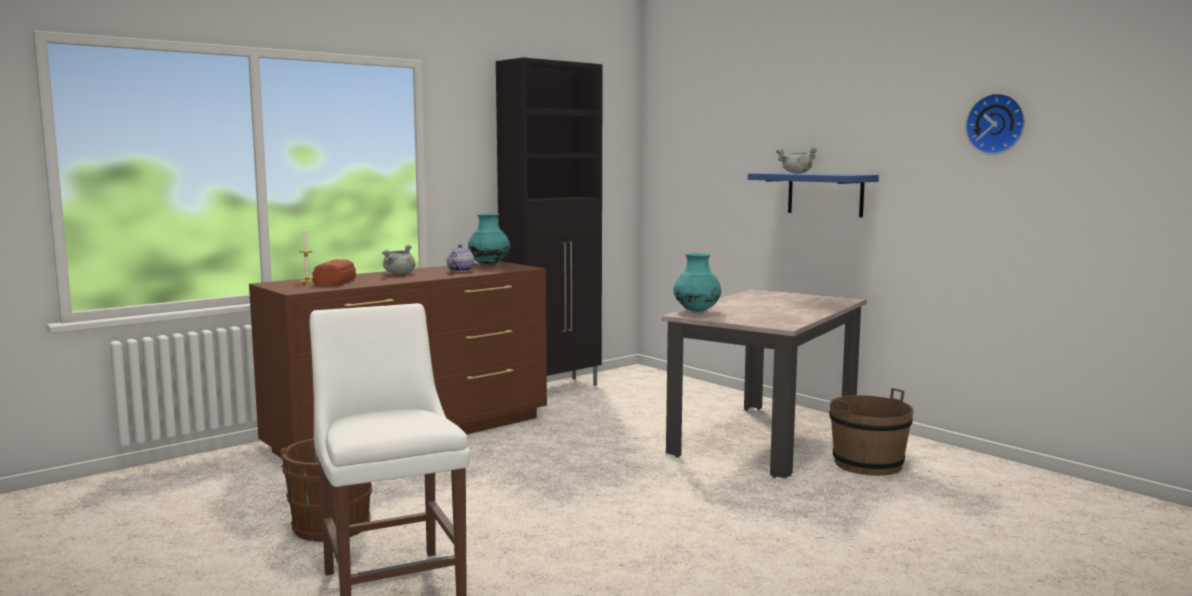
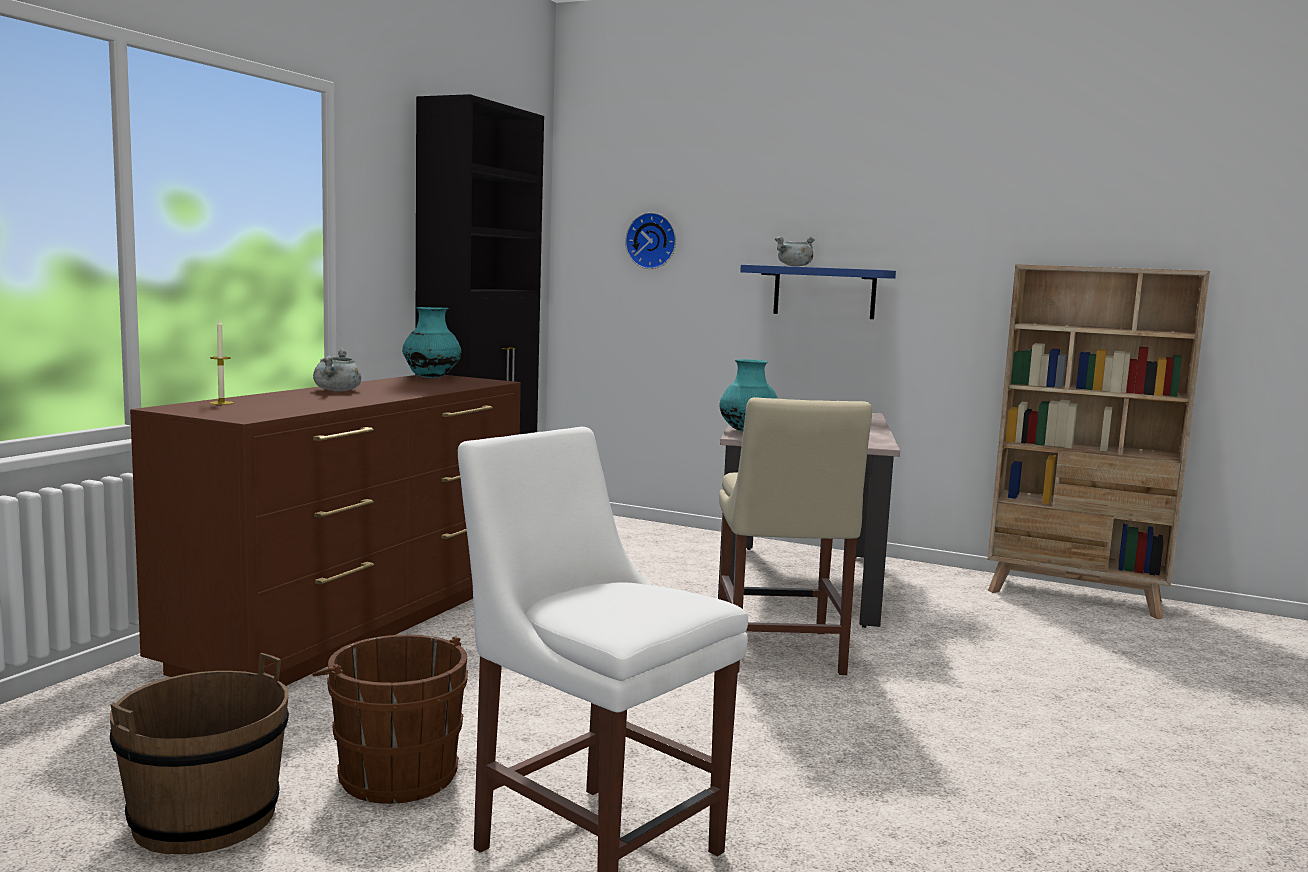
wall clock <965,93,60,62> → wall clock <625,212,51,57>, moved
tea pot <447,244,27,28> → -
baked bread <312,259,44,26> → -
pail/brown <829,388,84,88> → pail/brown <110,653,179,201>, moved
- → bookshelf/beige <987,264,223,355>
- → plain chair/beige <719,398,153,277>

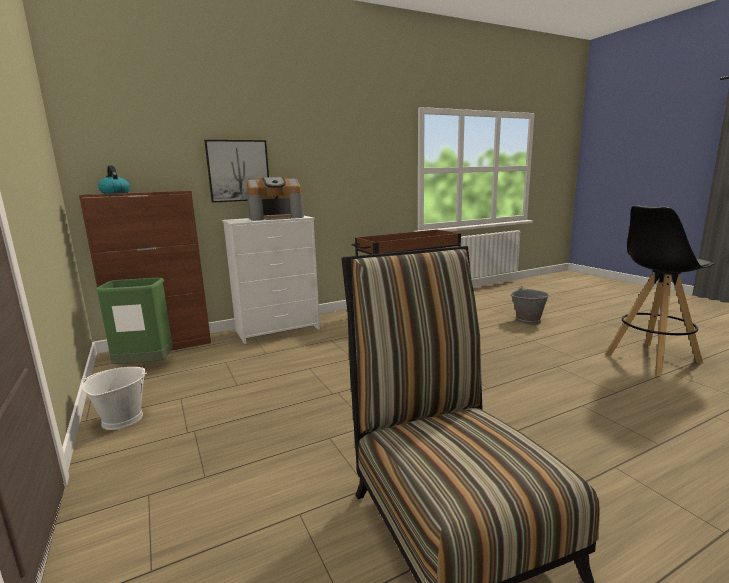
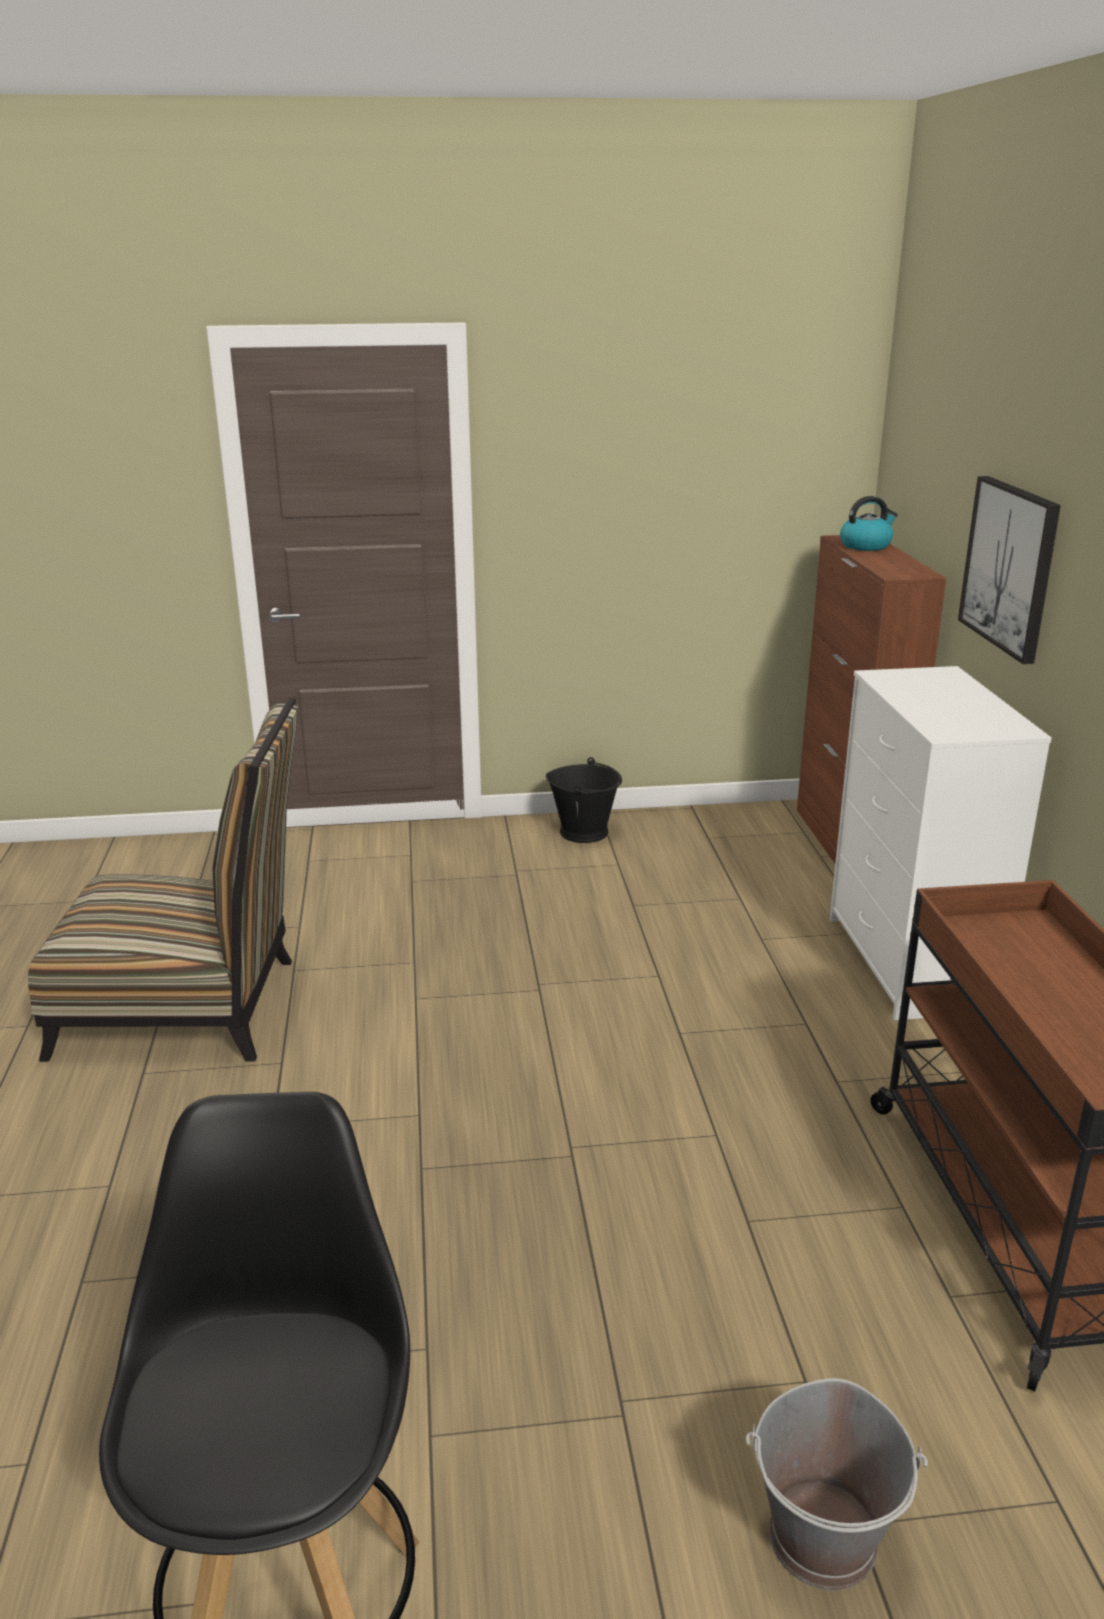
coffee machine <247,177,57,44> → -
trash can/green <95,278,78,86> → -
pail/white-coloured <82,367,65,63> → pail/black-coloured <546,757,76,86>

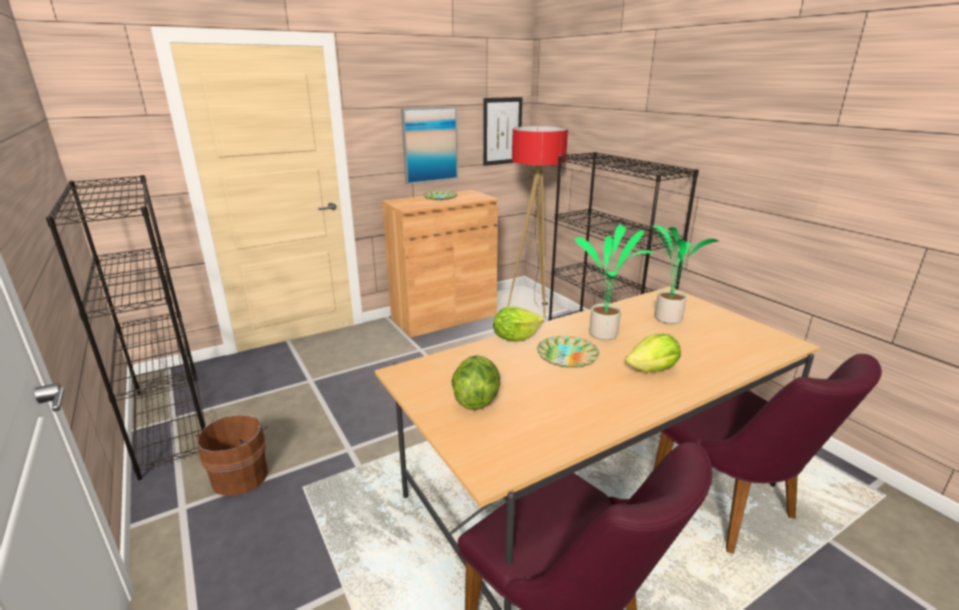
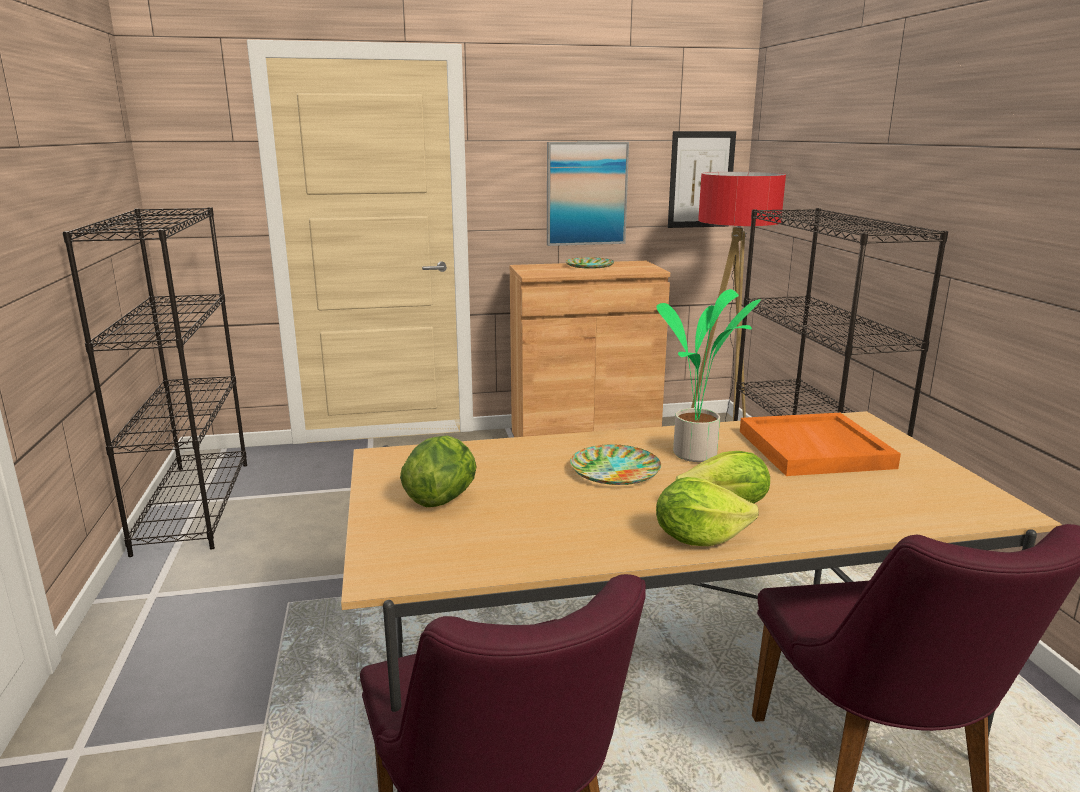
houseplant <649,225,70,99> → tray/orange-coloured <740,413,161,63>
lettuce <493,306,51,36> → lettuce <656,477,103,69>, moved
pail/brown <195,415,73,81> → -

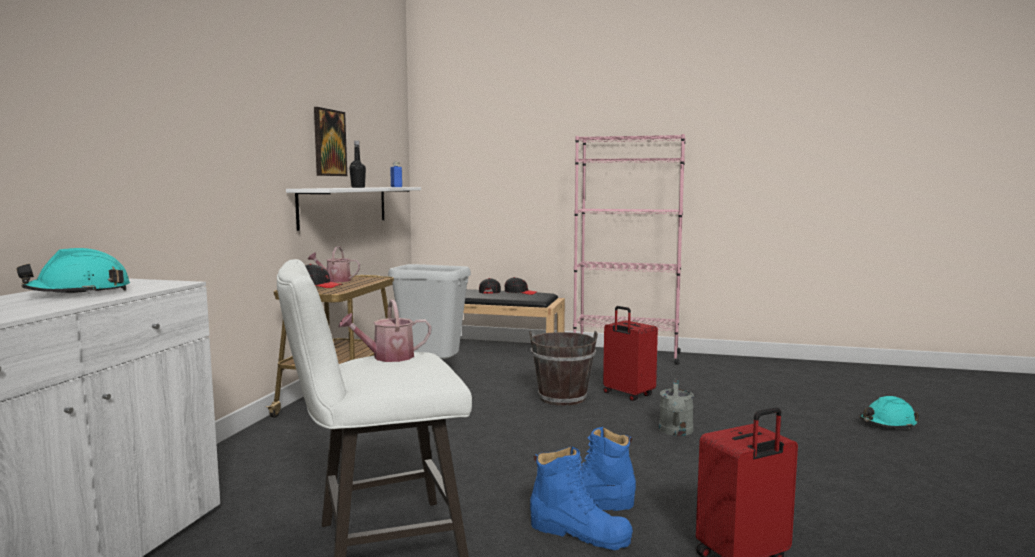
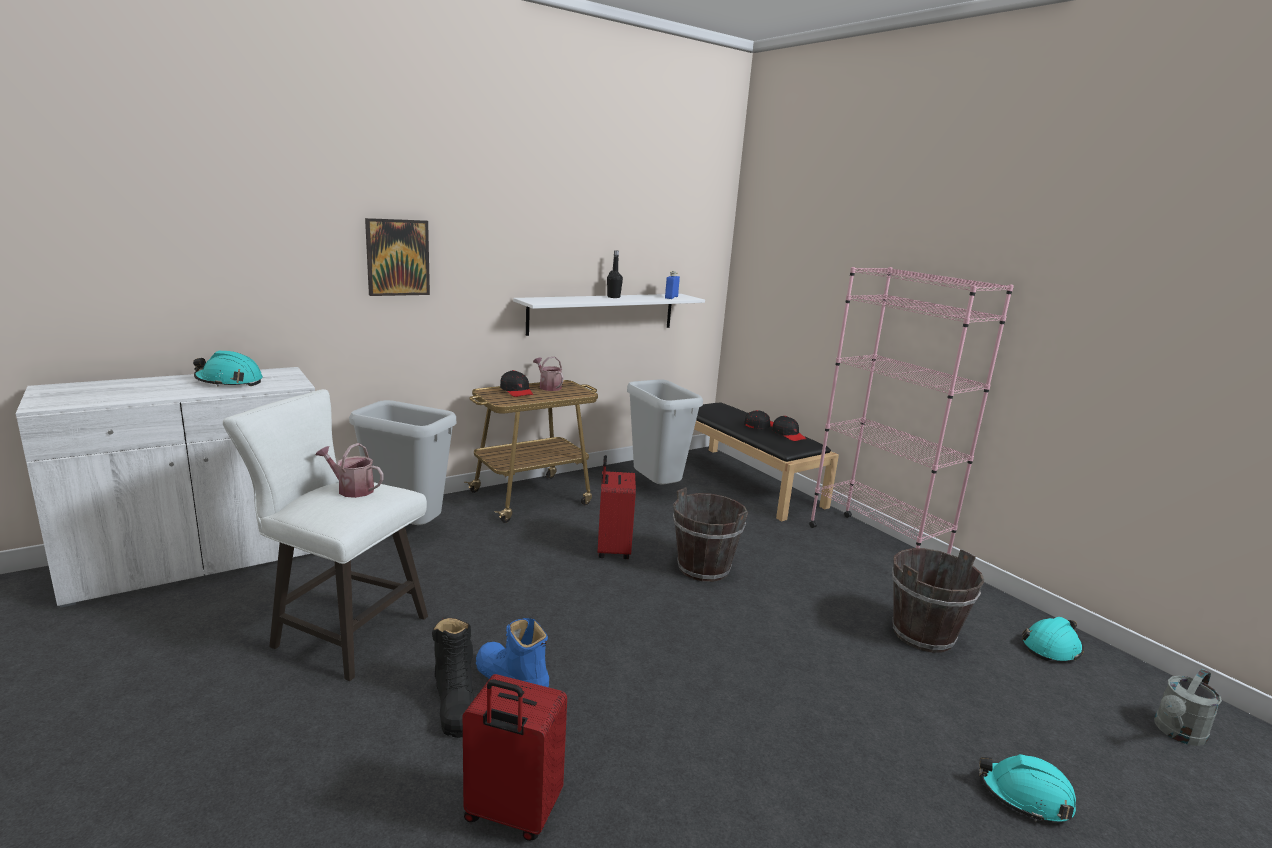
wall art <314,107,33,69> → wall art <365,218,65,78>, moved
piece of luggage/red <603,306,55,95> → piece of luggage/red <597,455,39,104>, moved
watering pot/grey <659,379,35,57> → watering pot/grey <1154,669,68,77>, moved
boot/blue <530,446,103,104> → boot/black-coloured <432,617,43,121>
- → trash can/grey <349,400,107,125>
- → pail/brown <892,548,93,104>
- → safety helmet/turquoise <1022,617,62,44>

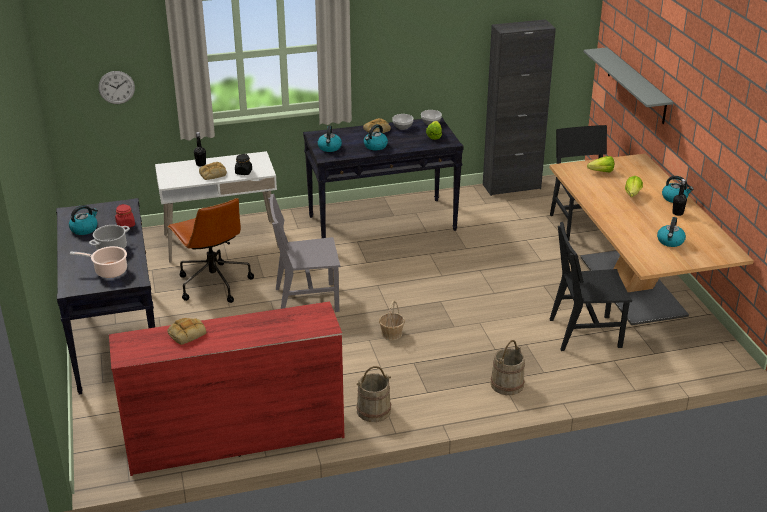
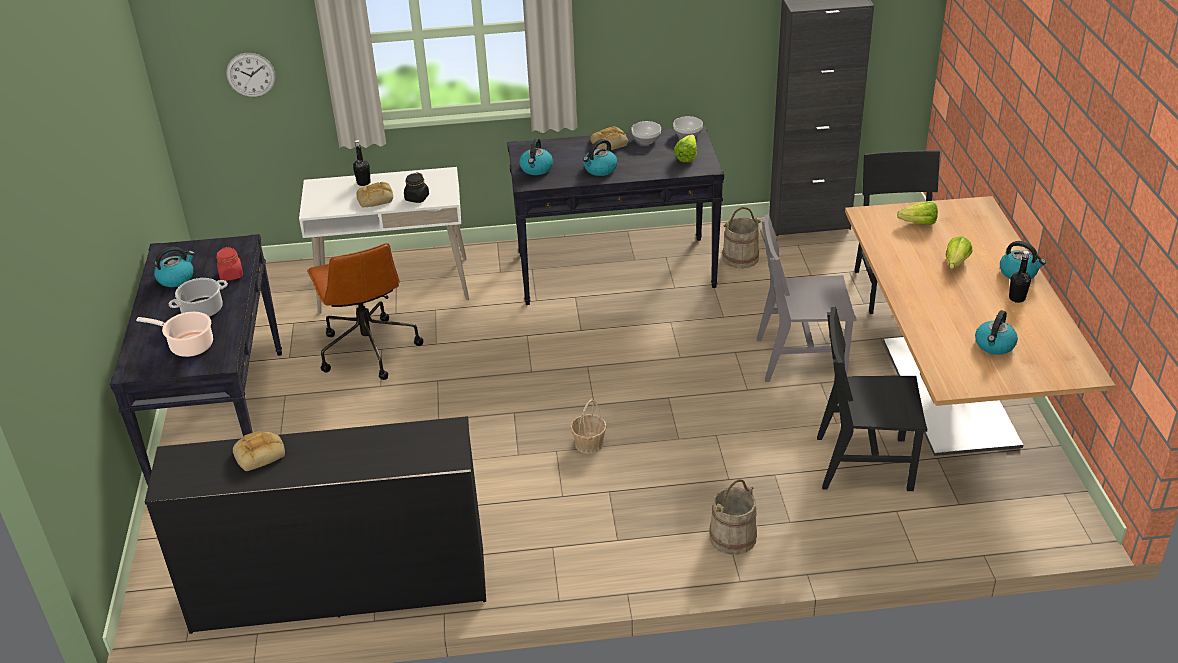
shelf/grey <583,47,90,77> → -
plain chair/grey <268,194,72,118> → plain chair/grey <757,214,100,168>, moved
chest of drawers/red <109,301,235,175> → chest of drawers/black-coloured <145,416,341,218>
pail/beige <356,366,35,56> → pail/beige <722,207,39,61>, moved

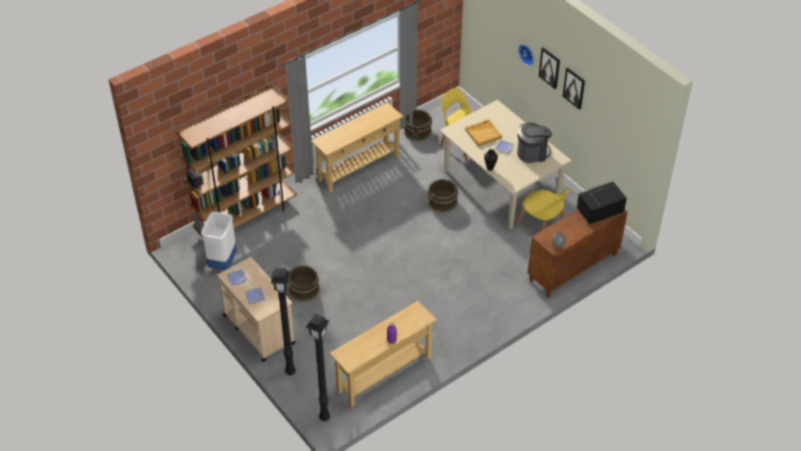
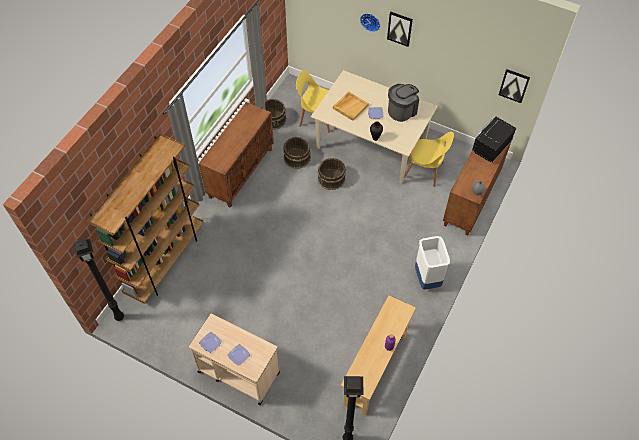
wall art <563,68,22,42> → wall art <499,69,31,34>, moved
console table/beige <311,102,92,90> → storage cabinet/brown <199,102,75,106>
trash can/white-coloured <201,212,36,58> → trash can/white-coloured <415,236,35,54>, moved
pail/brown <288,265,32,37> → pail/brown <283,137,28,31>, moved
standard lamp/black-coloured <271,268,25,107> → standard lamp/black-coloured <73,238,51,83>, moved

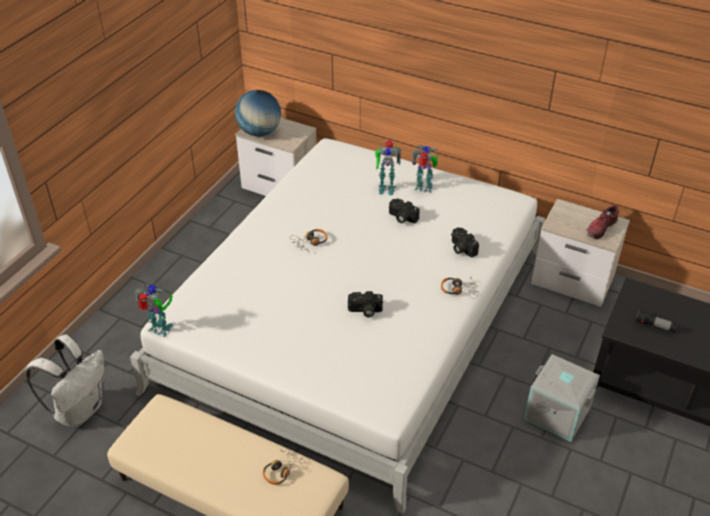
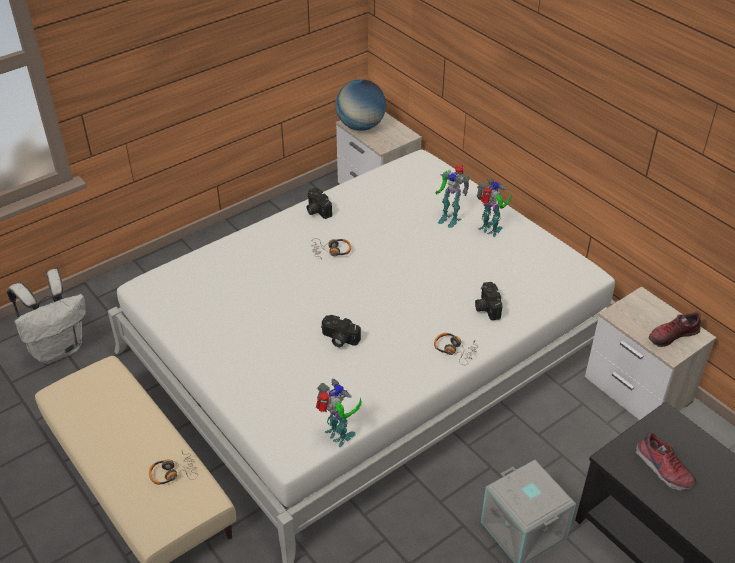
photo camera <389,198,31,25> → photo camera <307,188,25,31>, moved
model robot <134,283,39,54> → model robot <316,378,45,69>, moved
torch <635,309,43,24> → shoe <636,433,60,58>

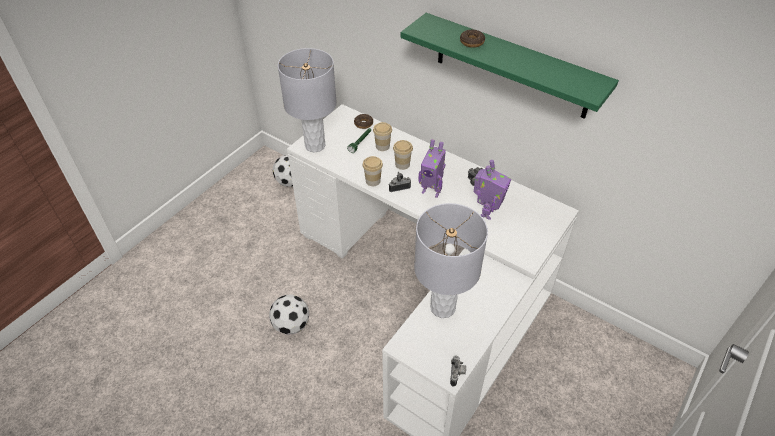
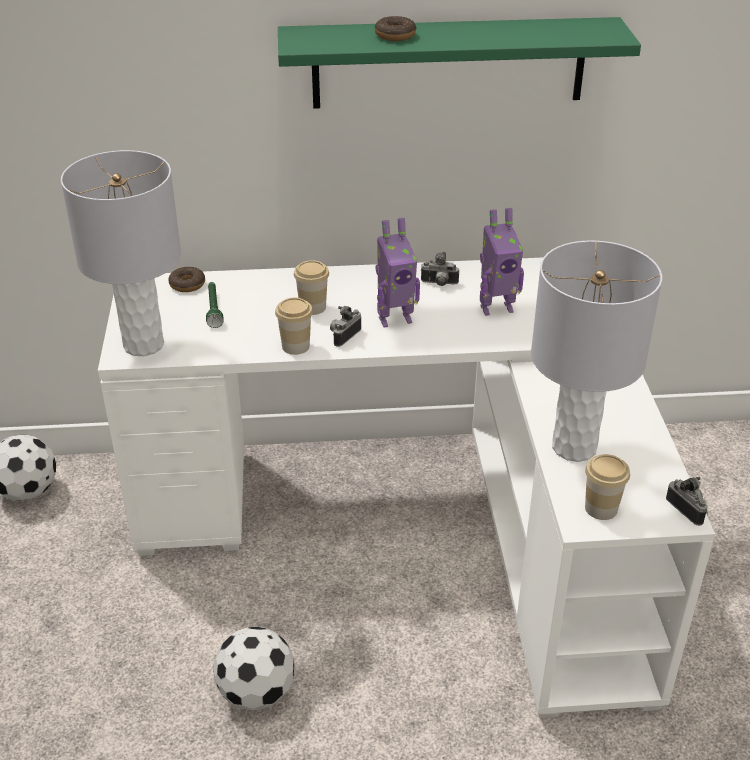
small cup <373,122,19,29> → small cup <585,454,45,66>, moved
model robot <474,160,37,60> → model robot <480,208,44,108>, 90 degrees clockwise

